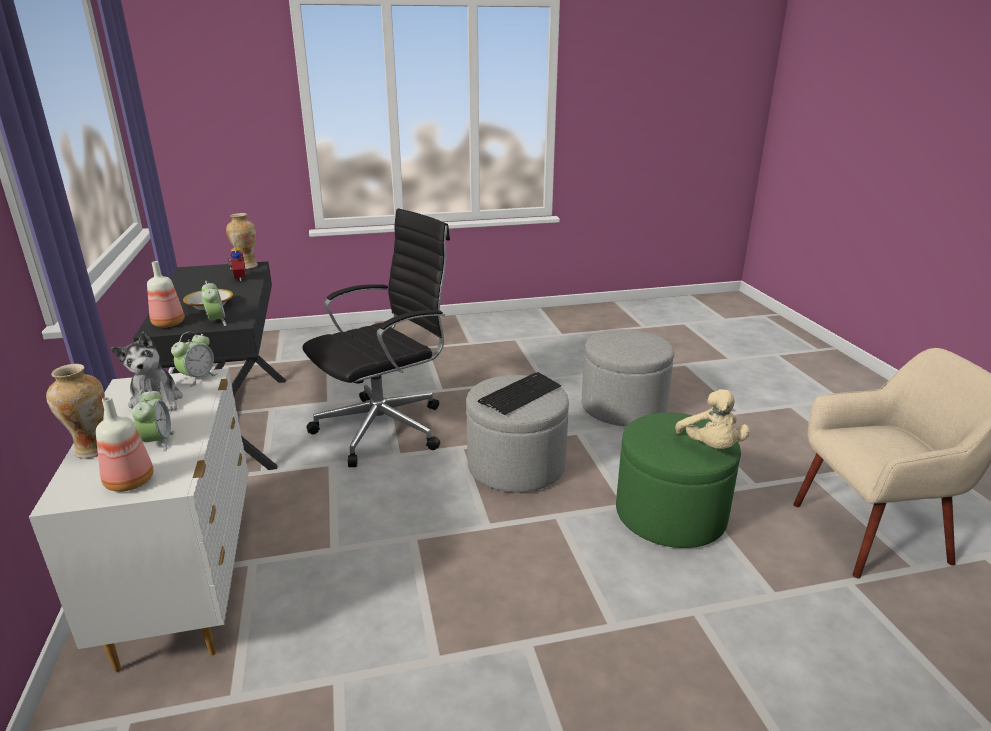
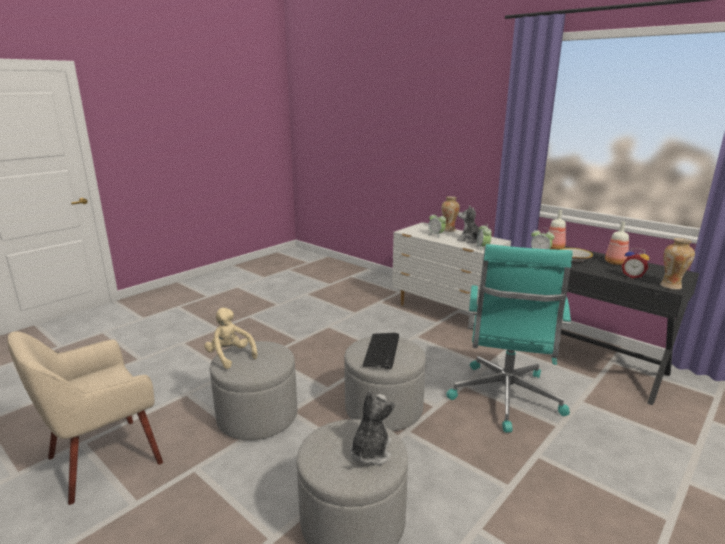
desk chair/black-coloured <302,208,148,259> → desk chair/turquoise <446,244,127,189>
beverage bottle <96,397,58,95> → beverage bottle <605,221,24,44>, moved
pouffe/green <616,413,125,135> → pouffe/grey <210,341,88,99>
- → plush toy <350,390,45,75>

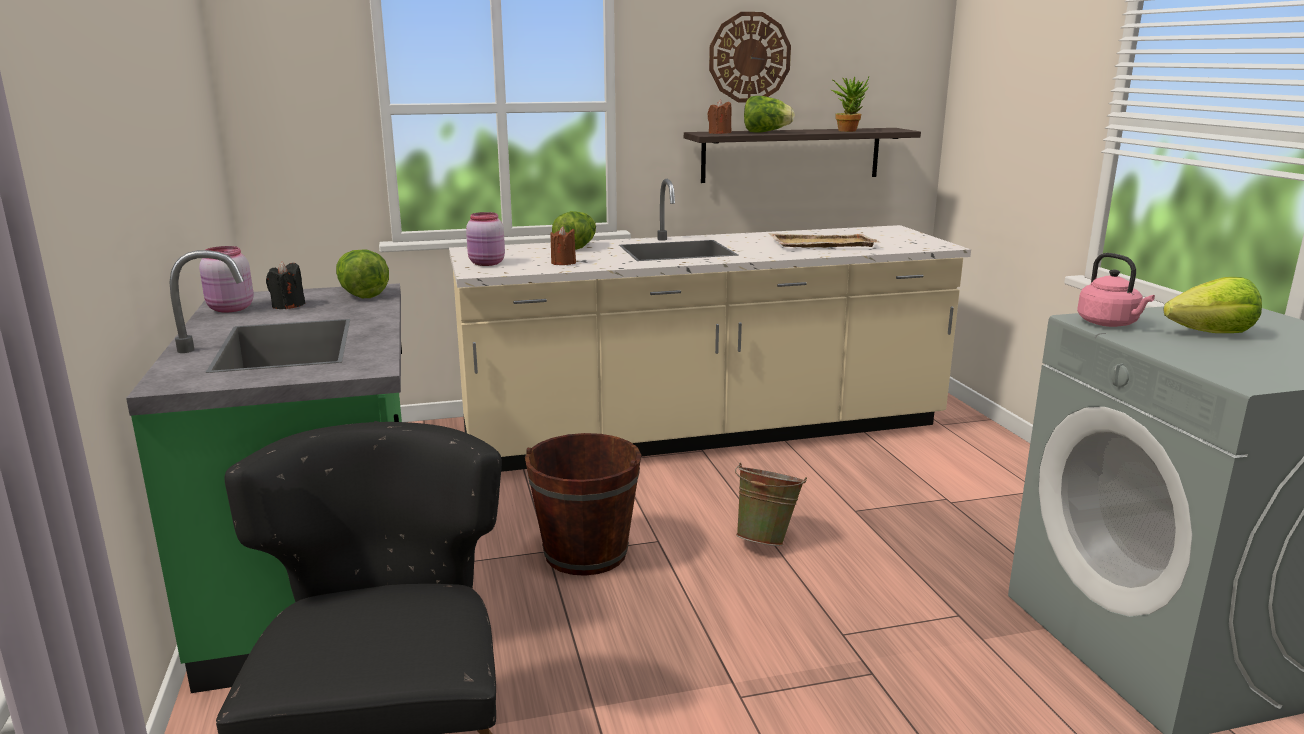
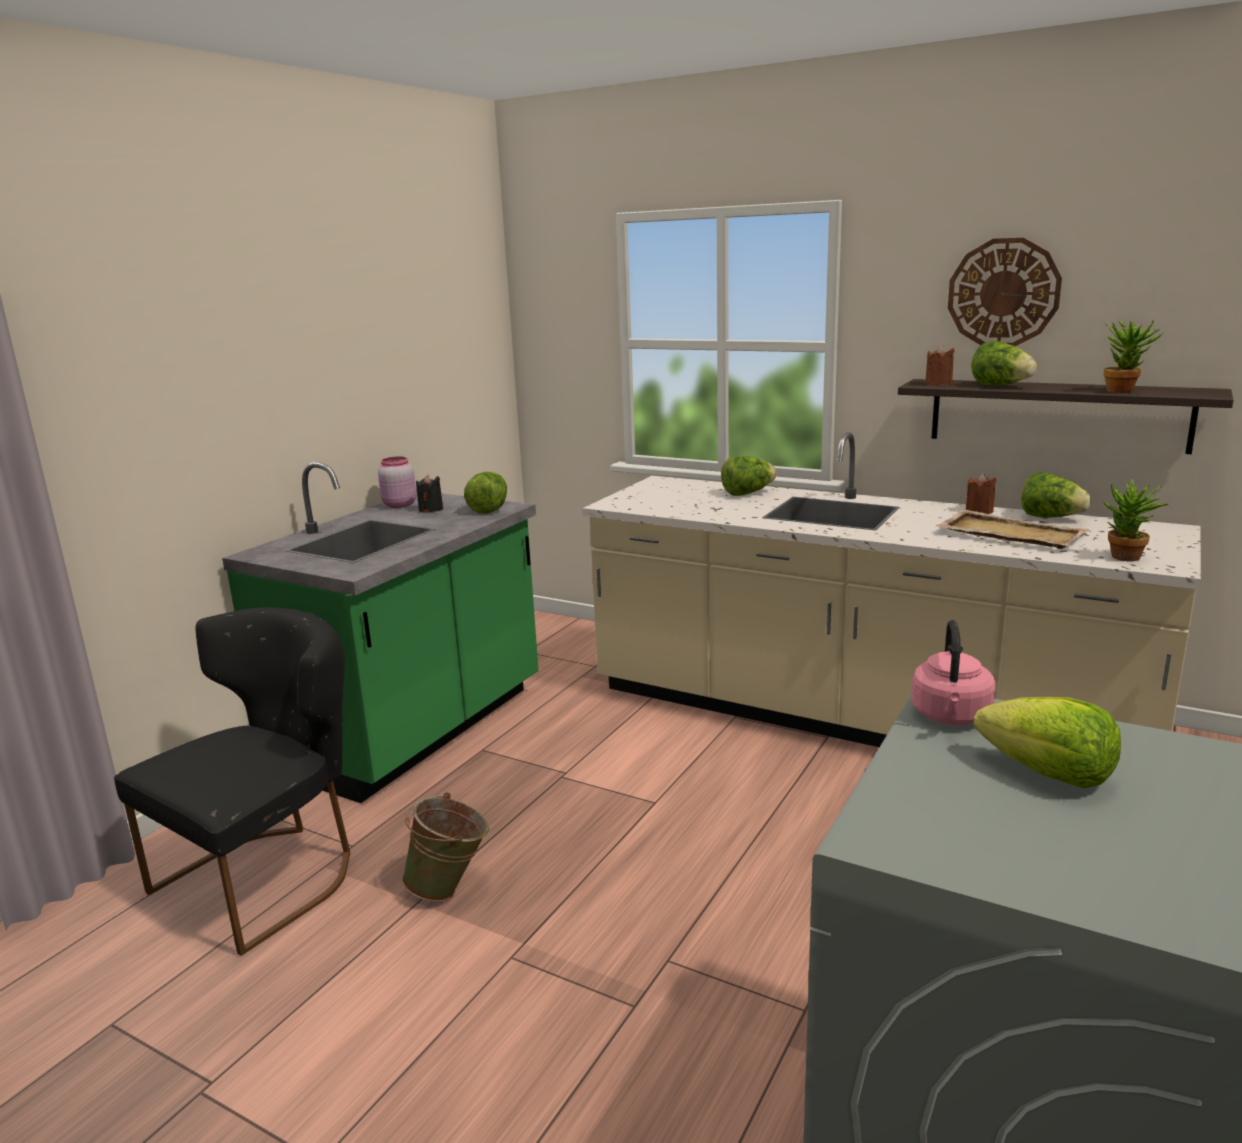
preserve jar/pink-coloured <466,212,39,54> → -
candle/brown <550,226,26,39> → candle/brown <966,473,30,41>, moved
pail/brown <525,433,116,143> → -
pail/green <735,463,72,83> → pail/green <402,792,87,110>, moved
- → lettuce <1021,473,70,45>
- → houseplant <1103,479,65,82>

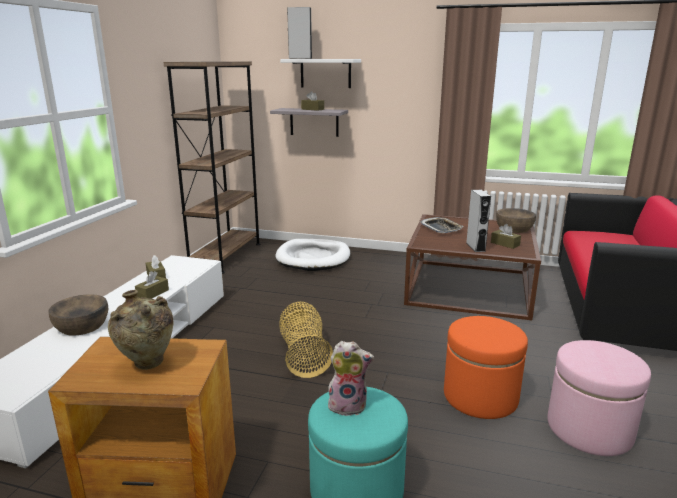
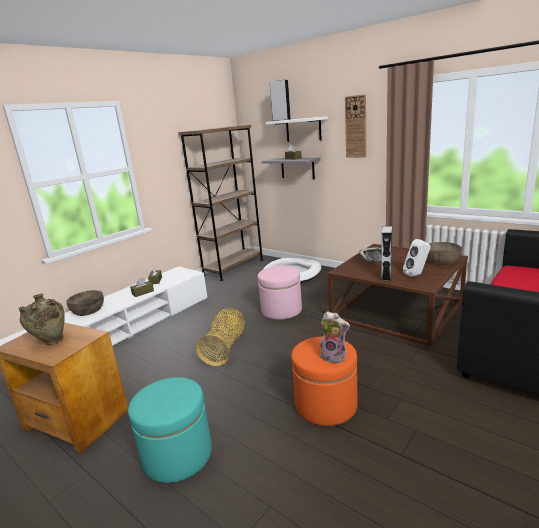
tissue box/brown <491,224,30,25> → speaker/white-coloured <403,239,27,38>
pouffe/pink-coloured <547,340,104,116> → pouffe/pink-coloured <258,266,44,54>, moved
plush toy <328,341,46,75> → plush toy <320,311,30,53>, moved
- → wall clock <345,94,21,64>

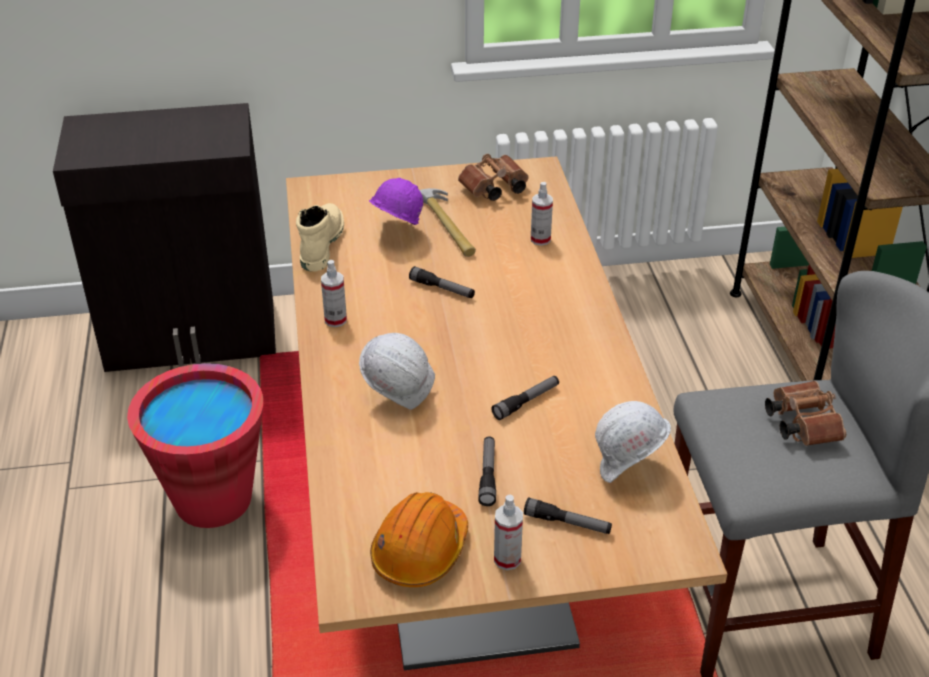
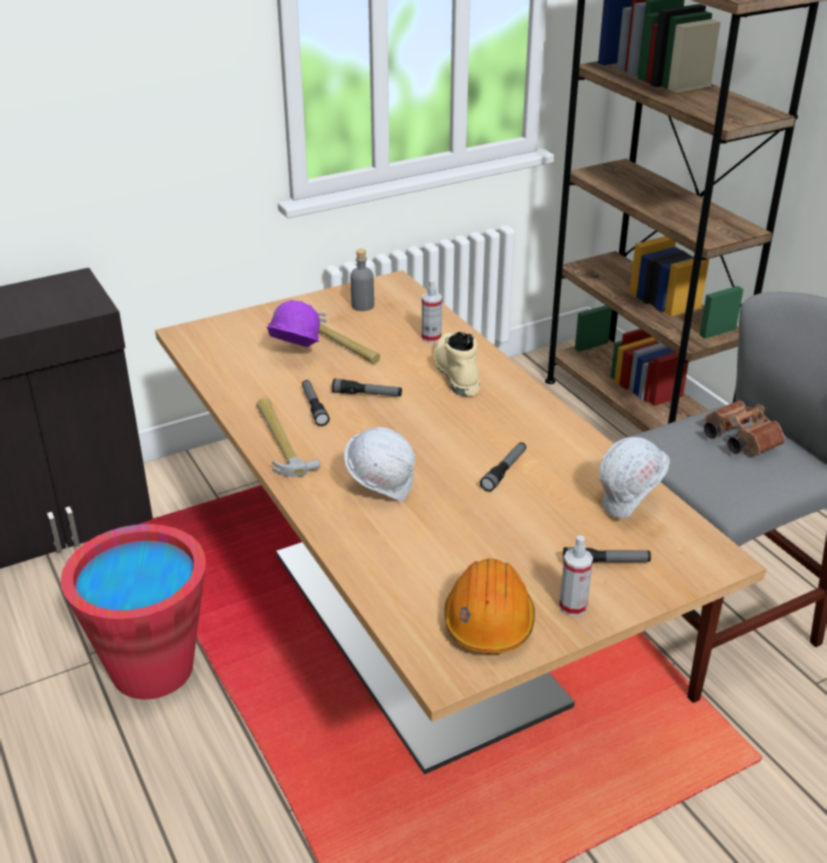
field glasses/brown <458,154,71,47> → beverage bottle/grey <350,249,24,62>
boot/beige <296,203,48,68> → boot/beige <434,331,46,65>, moved
hand sprayer <321,260,26,67> → tool hammer <256,398,64,79>
torch <478,436,18,70> → torch <302,380,28,46>, moved

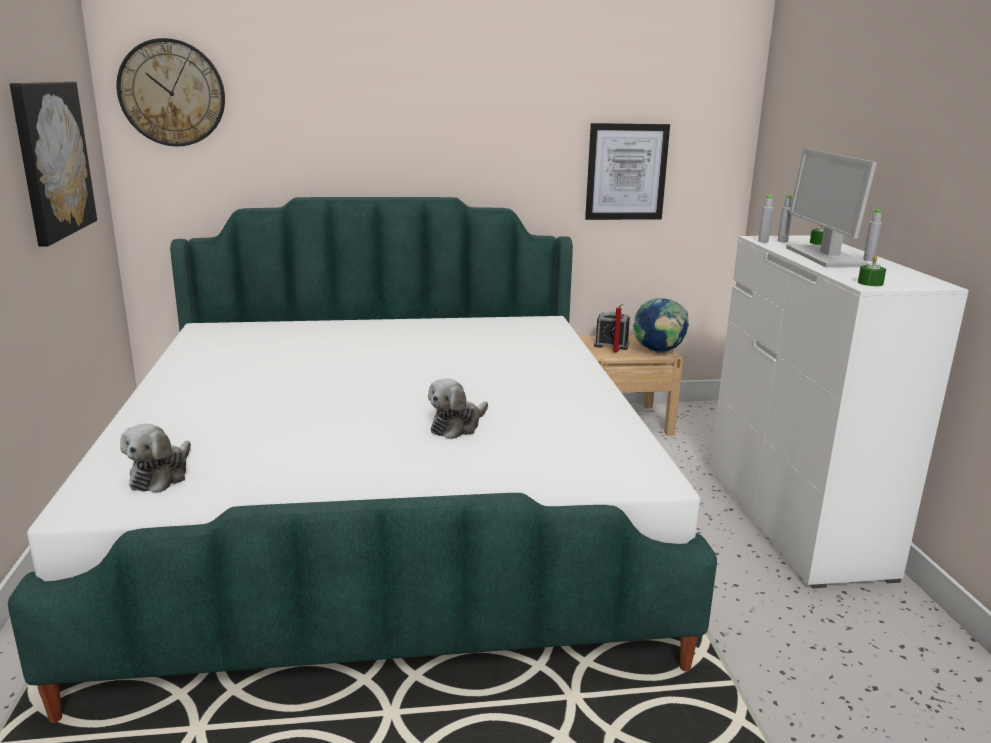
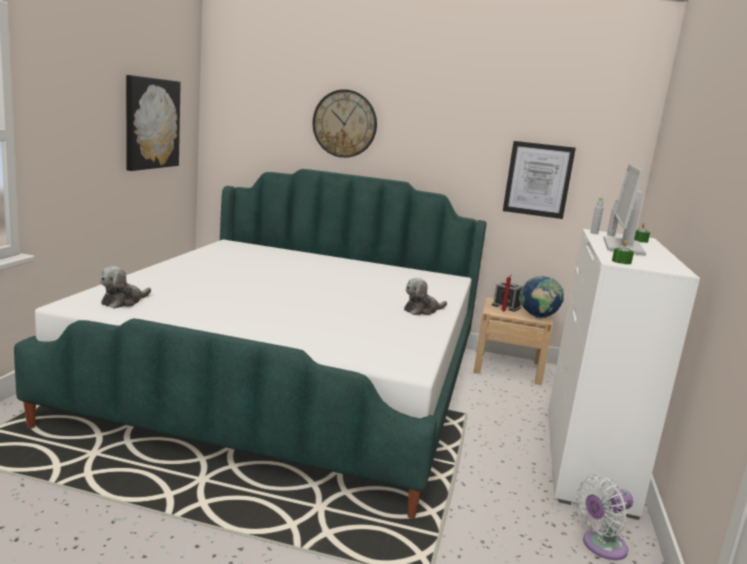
wall clock <117,38,108,108> → wall clock <313,89,64,69>, moved
beverage bottle/grey <863,209,19,52> → -
plush toy <428,378,60,61> → plush toy <404,278,43,37>, moved
- → electric fan/white-coloured <576,474,57,86>

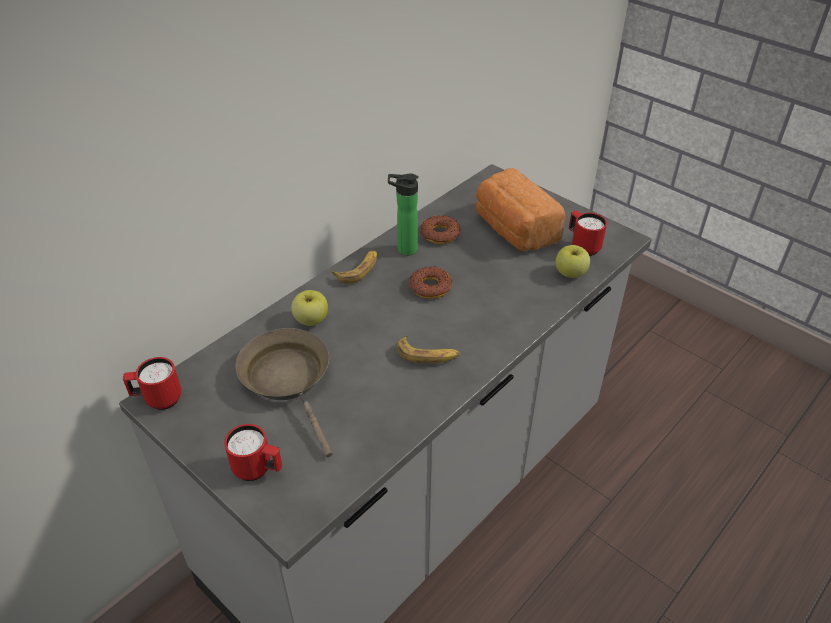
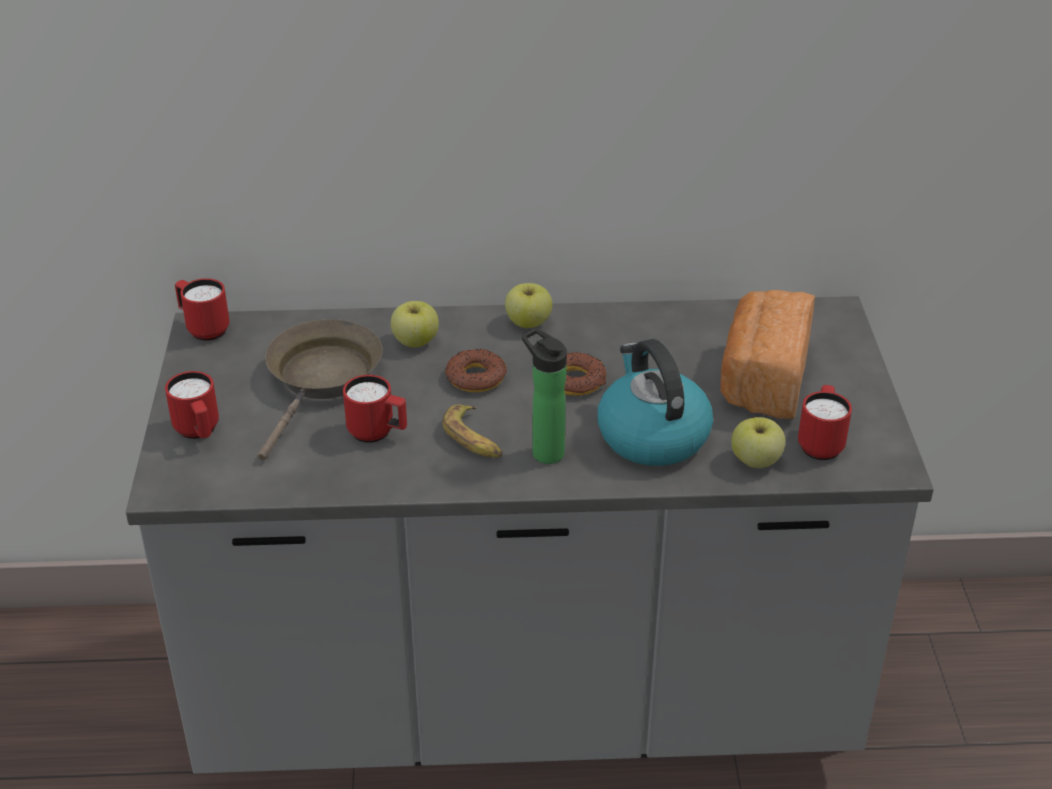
beverage bottle <388,173,31,83> → beverage bottle <522,328,45,136>, moved
doughnut <420,215,40,29> → doughnut <445,348,62,45>, moved
whole banana <332,250,45,34> → whole apple <505,283,47,45>
- → tea kettle <597,339,116,127>
- → coffee mug/red <343,375,64,68>

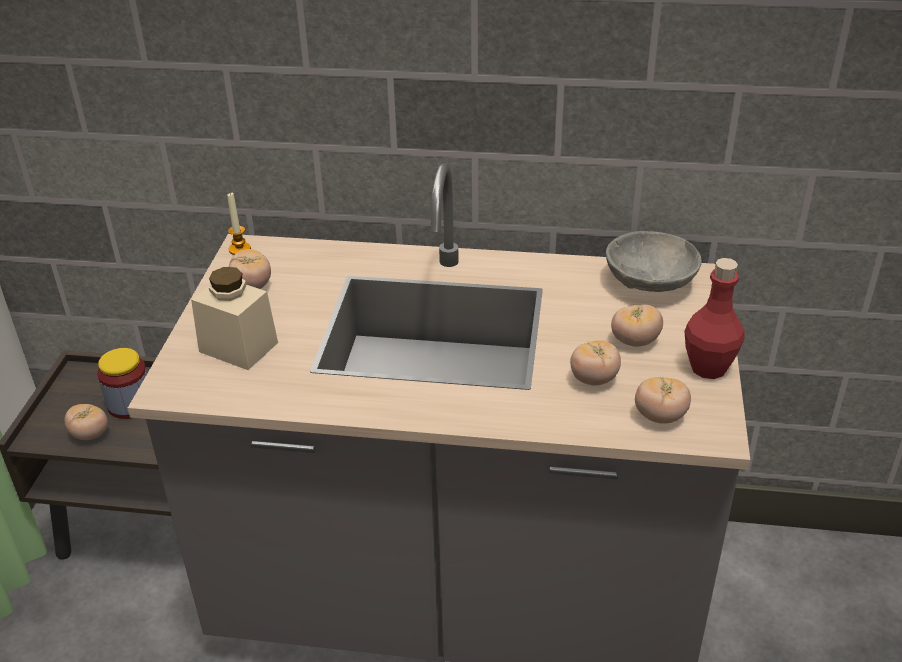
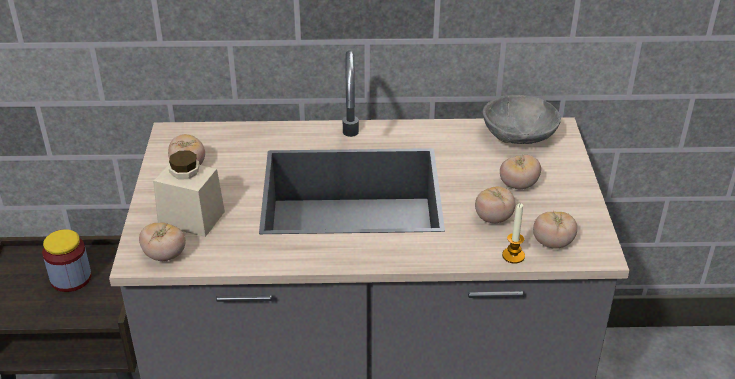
candle <227,193,24,62> → candle <502,204,23,60>, moved
beverage bottle/red <685,258,60,121> → -
tomato <65,404,43,36> → tomato <139,223,47,38>, moved

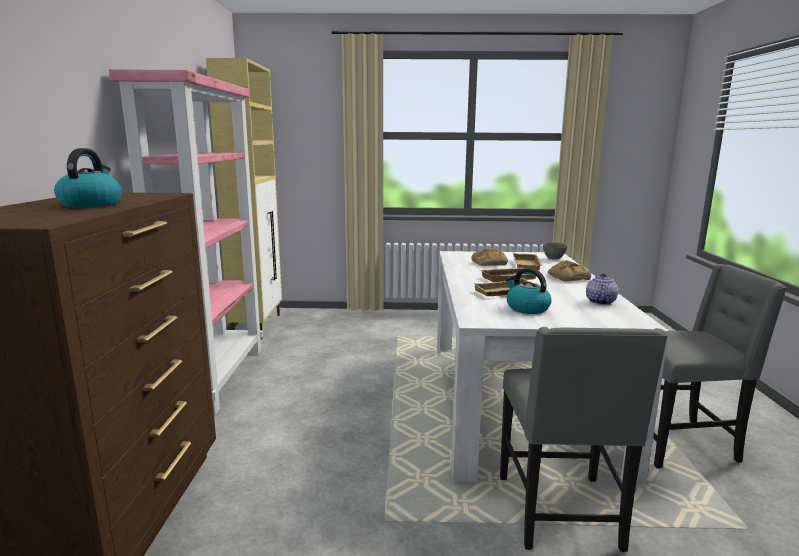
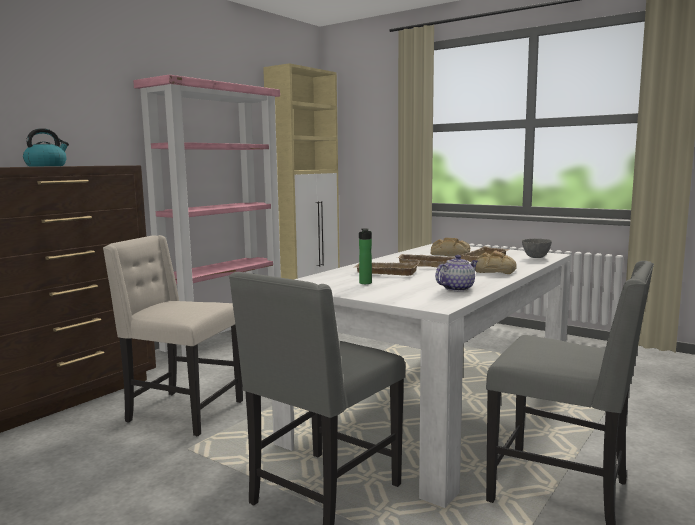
tea kettle <506,268,46,46> → beverage bottle <359,228,13,56>
- → plain chair/beige <103,235,140,201>

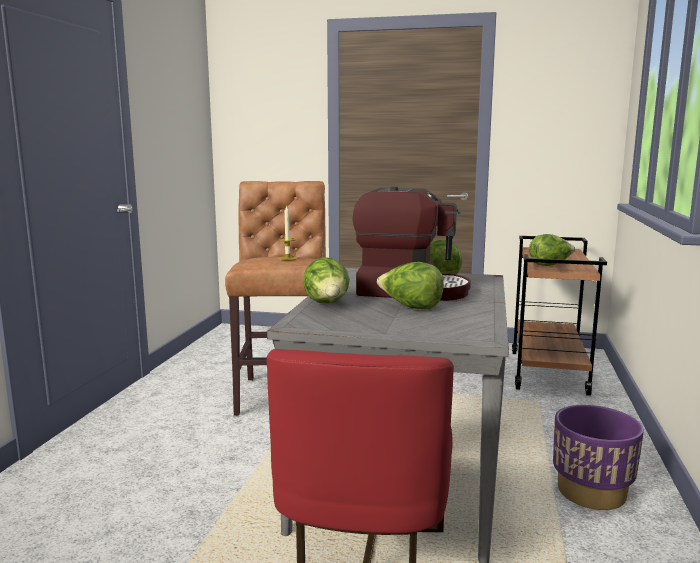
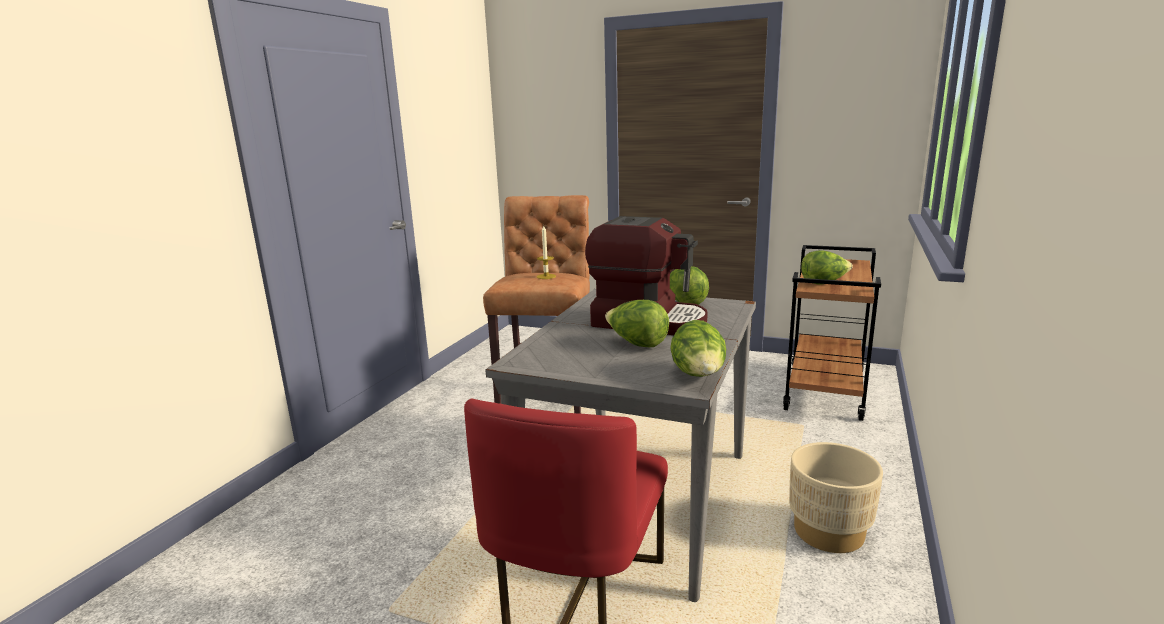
lettuce <303,257,47,47> → lettuce <670,320,56,57>, moved
planter/purple-coloured <553,405,91,105> → planter/beige <789,442,94,111>

